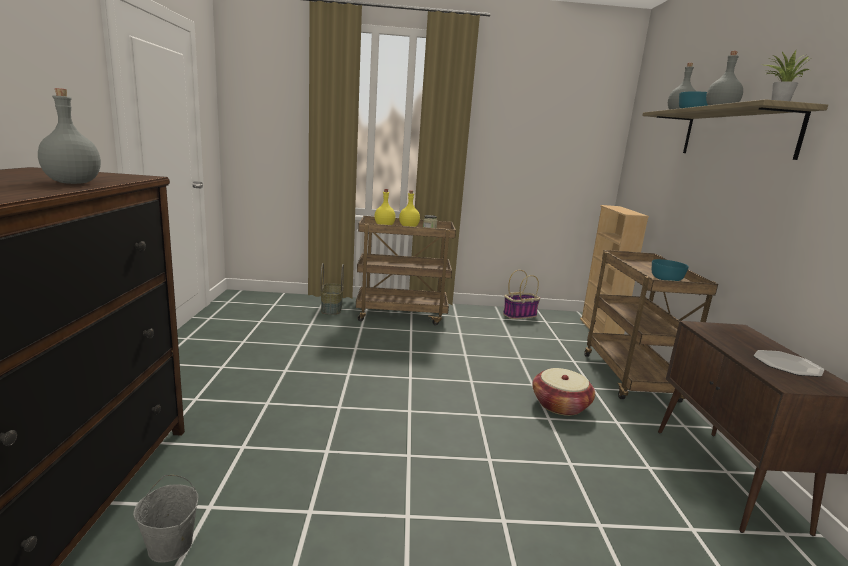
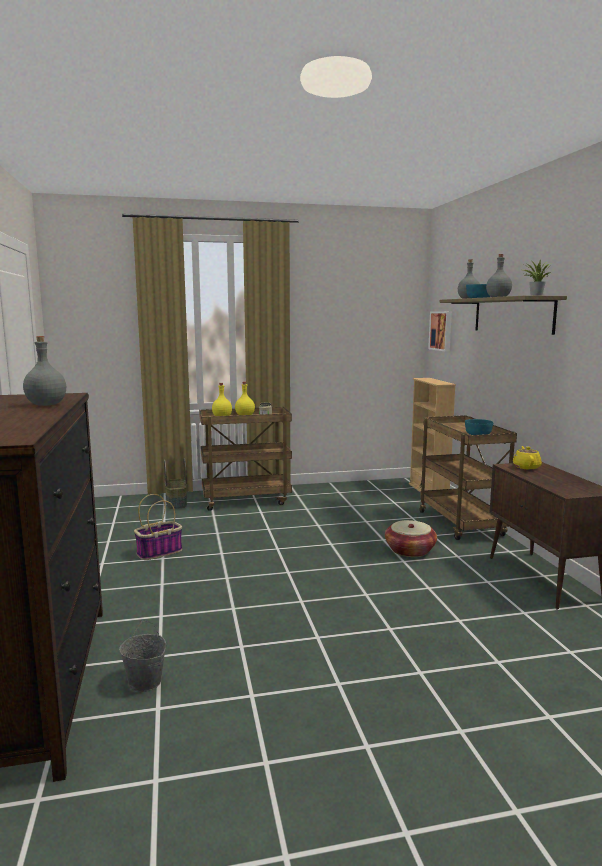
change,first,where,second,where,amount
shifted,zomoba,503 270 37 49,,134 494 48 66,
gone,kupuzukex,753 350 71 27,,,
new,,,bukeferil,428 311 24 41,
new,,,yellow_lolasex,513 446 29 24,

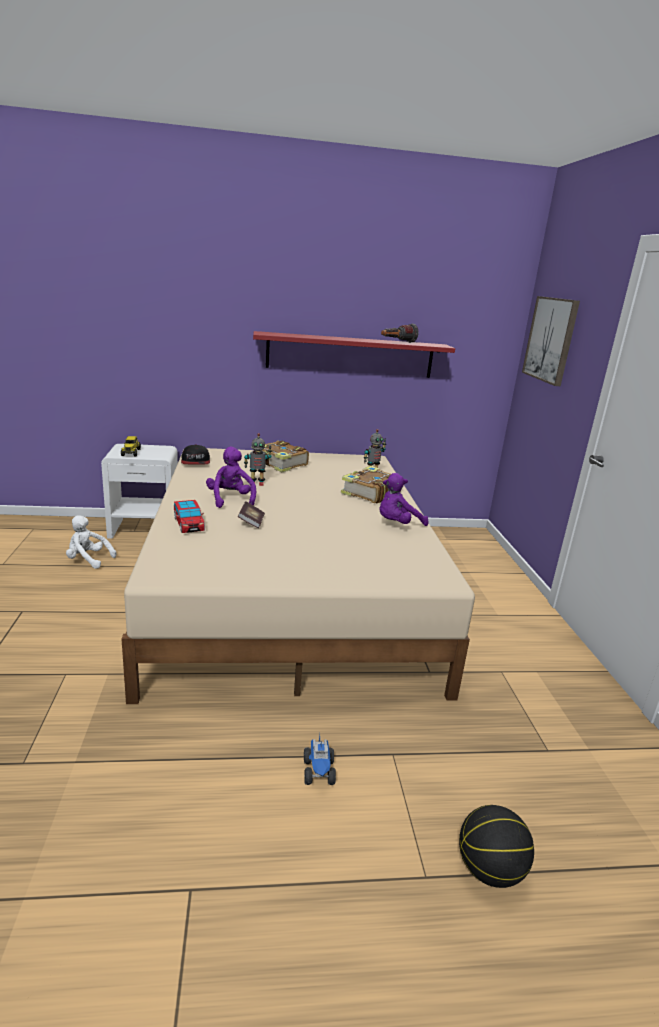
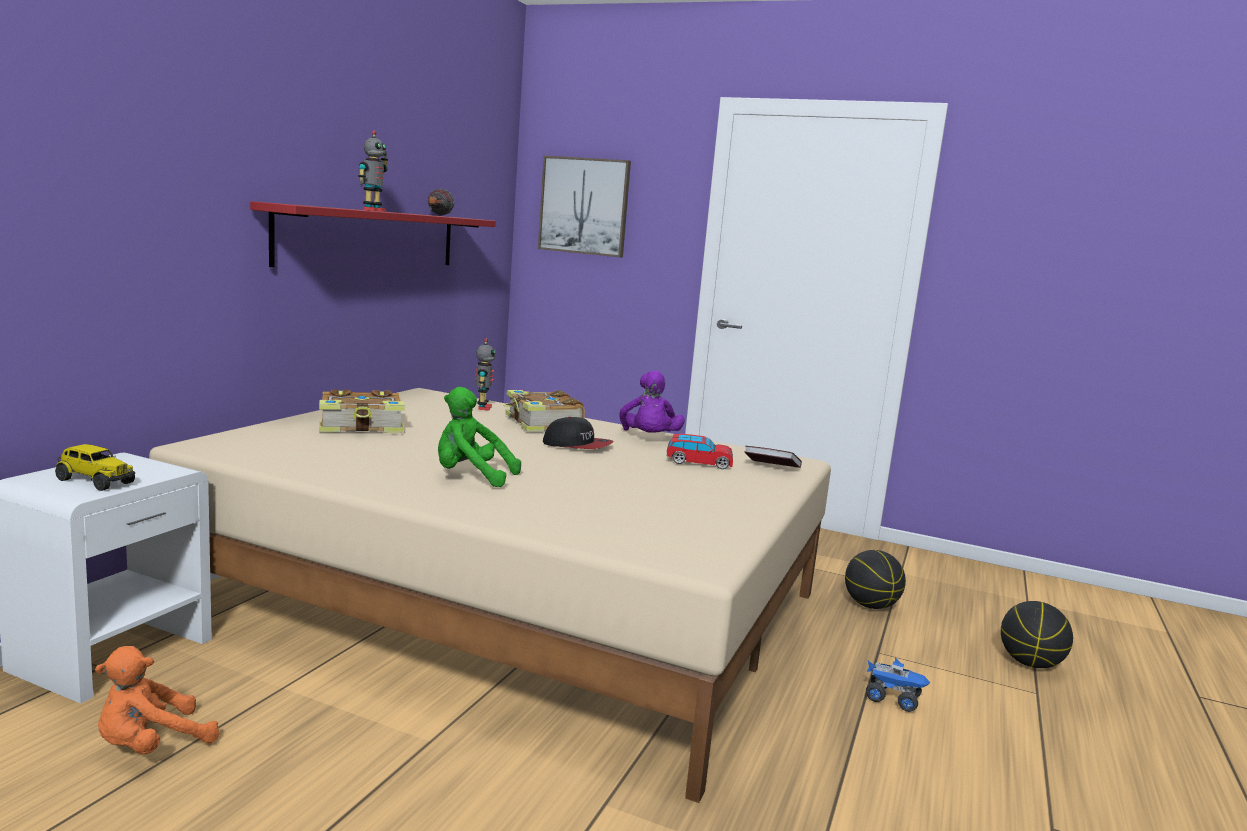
change,first,where,second,where,amount
repainted,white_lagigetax,66 516 50 53,orange_lagigetax,95 646 124 108,
shifted,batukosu,174 500 31 33,,666 434 67 35,
shifted,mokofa,181 444 29 21,,543 417 70 32,
repainted,purple_lagigetax,206 447 50 61,green_lagigetax,438 387 83 100,
shifted,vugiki,238 501 27 27,,744 446 58 22,
shifted,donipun,244 433 28 53,,358 130 30 82,
new,,,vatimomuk,845 550 61 59,

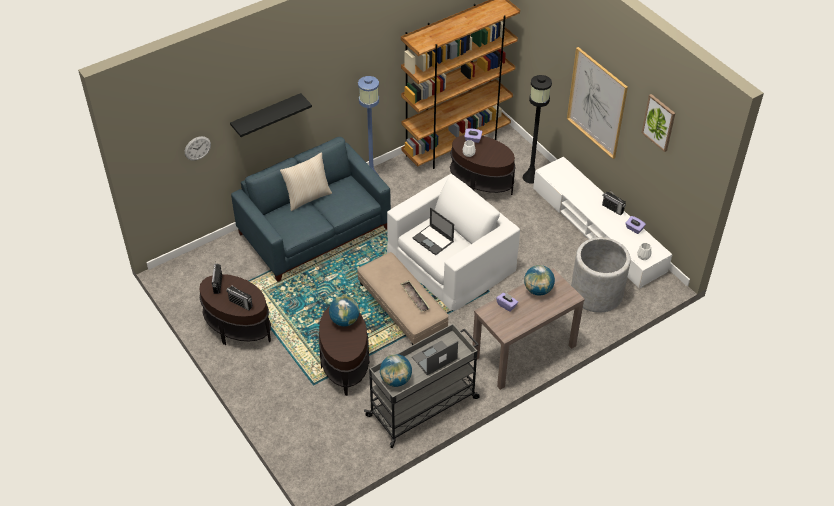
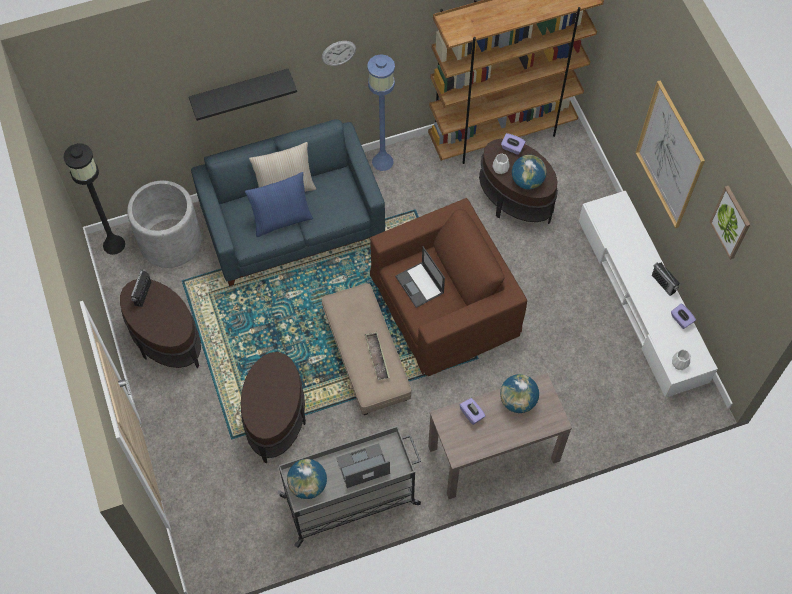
change,first,where,second,where,amount
shifted,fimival,185 136 26 25,,322 41 34 25,
gone,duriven,226 284 27 26,,,
shifted,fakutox,329 296 30 31,,512 155 34 34,
repainted,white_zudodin,387 174 133 137,brown_zudodin,370 198 157 178,
shifted,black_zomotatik,523 75 29 109,,63 143 62 112,
shifted,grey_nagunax,571 237 60 76,,127 181 75 87,
new,,,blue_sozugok,245 172 68 65,

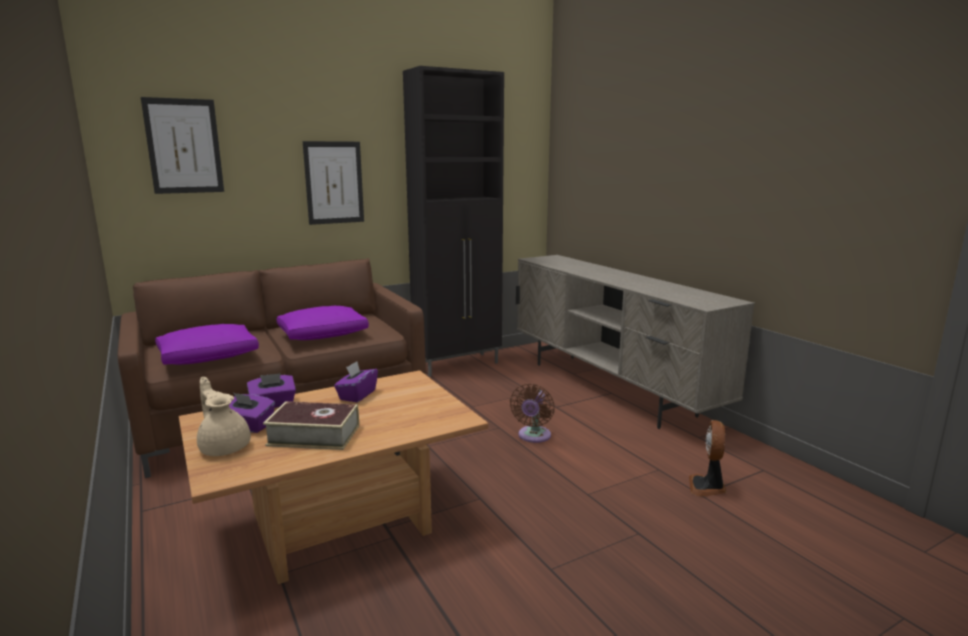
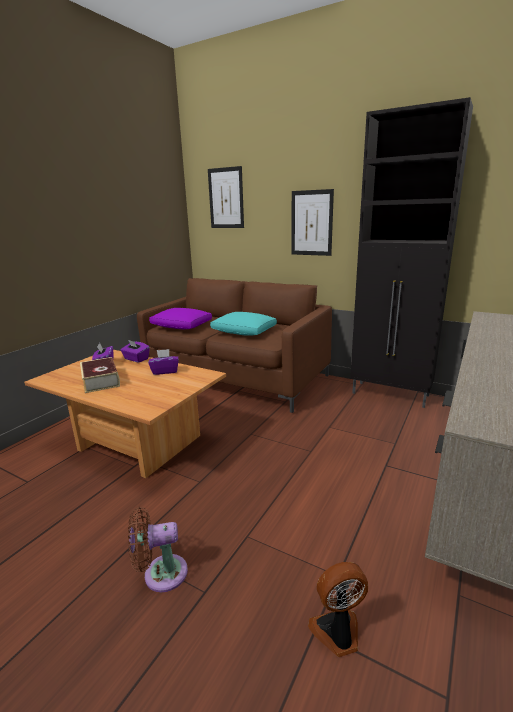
change,first,where,second,where,amount
gone,beige_lolasex,197 377 54 79,,,
repainted,purple_sozugok,276 306 93 34,turquoise_sozugok,210 312 67 24,
shifted,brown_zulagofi,510 384 45 59,,128 507 60 85,

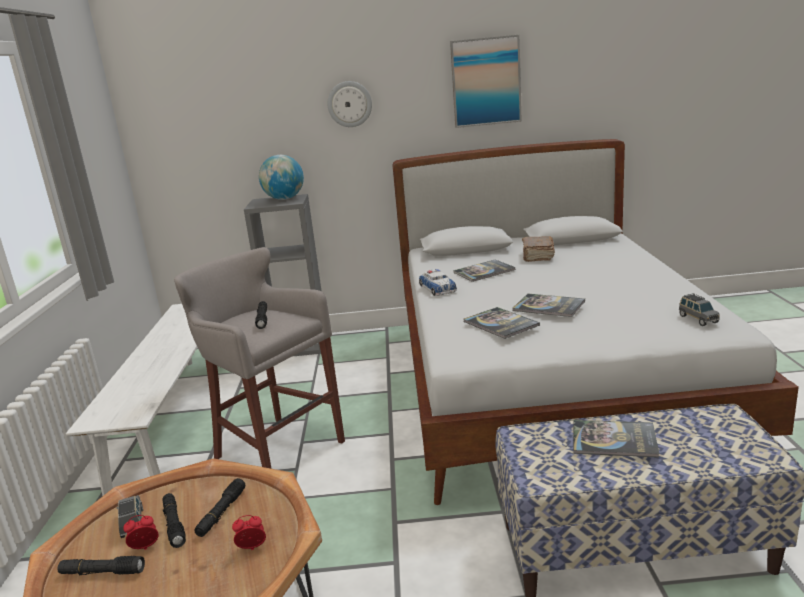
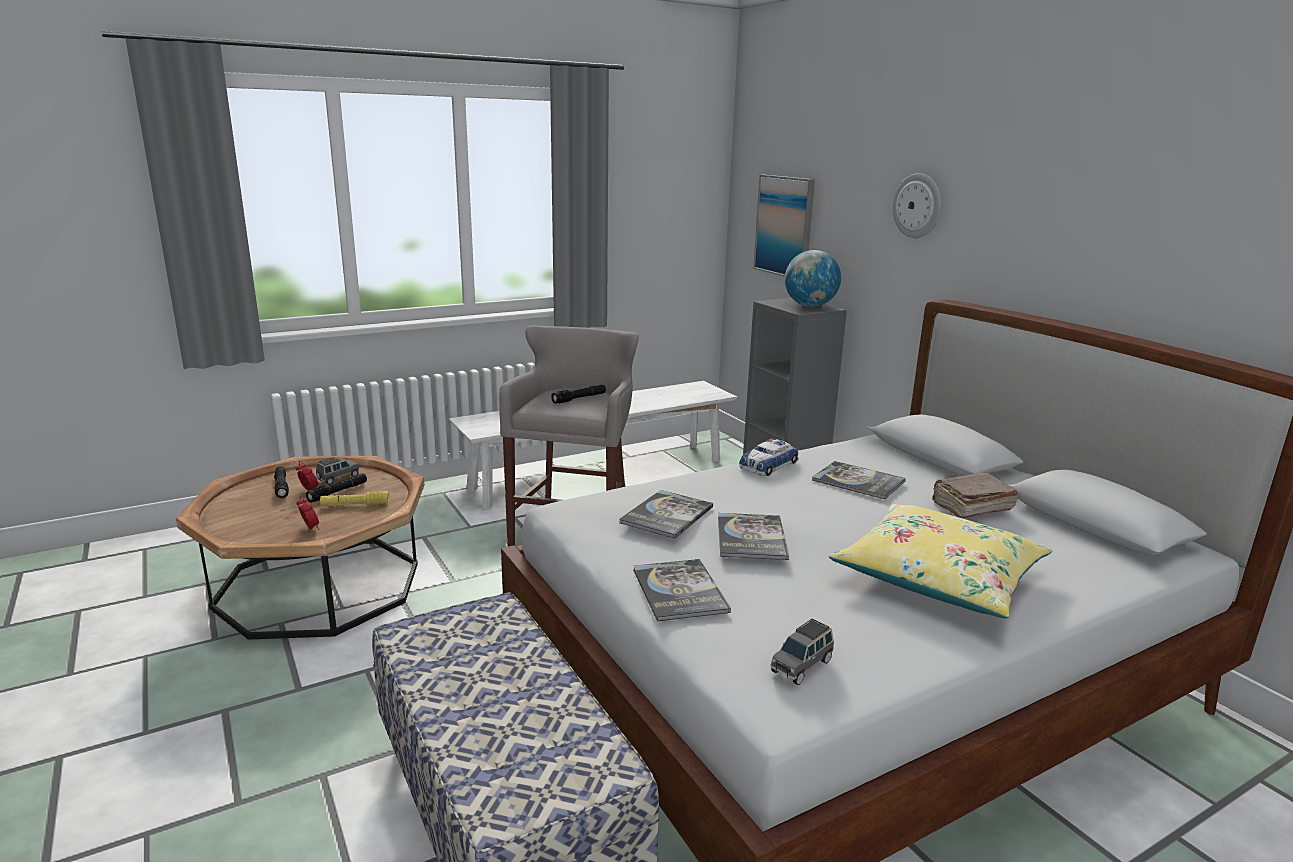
change,first,where,second,where,amount
repainted,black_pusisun,194 478 51 59,yellow_pusisun,320 491 69 15,
shifted,bukeferil,450 35 72 93,,753 175 62 102,
shifted,vugiki,573 420 86 38,,633 559 98 63,
new,,,yellow_sozugok,829 504 223 114,

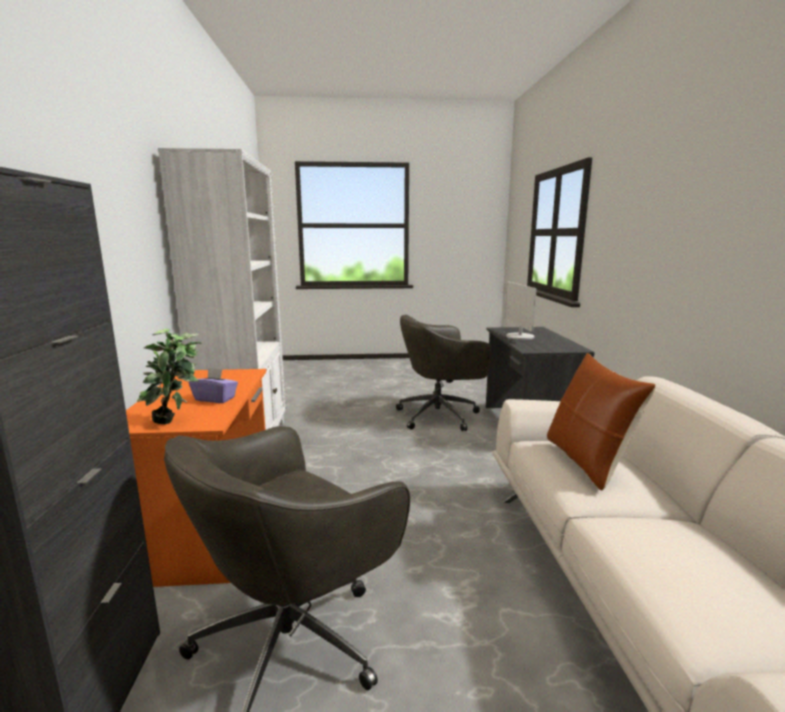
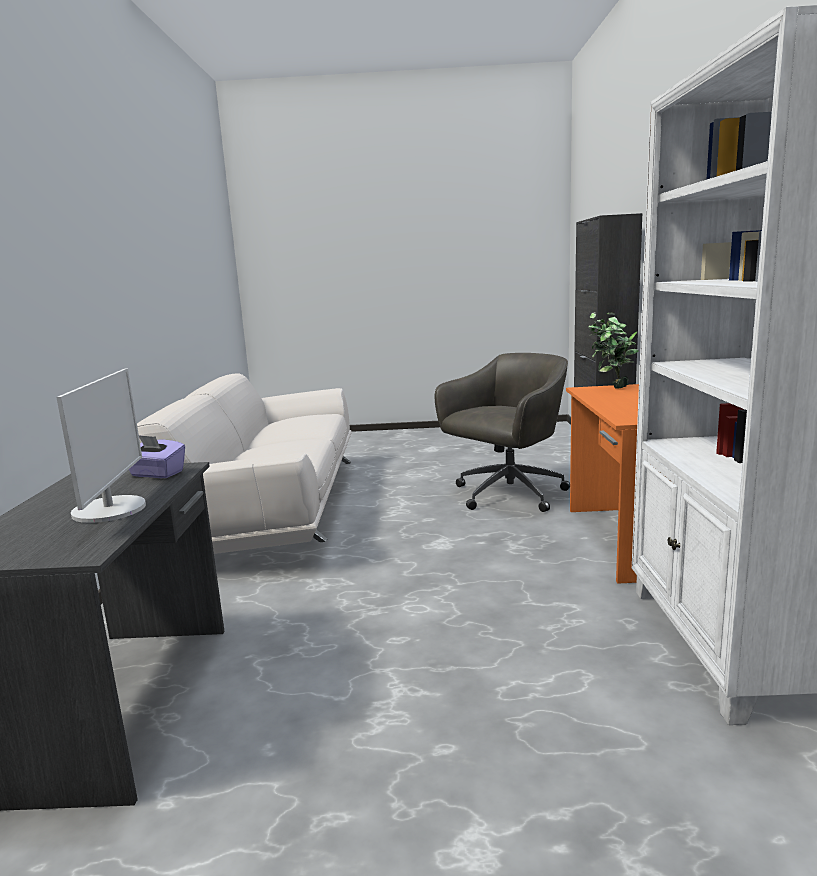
change,first,where,second,where,amount
shifted,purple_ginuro,189 367 49 36,,129 435 56 43,
gone,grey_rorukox,396 315 96 116,,,
gone,brown_sozugok,547 353 108 137,,,

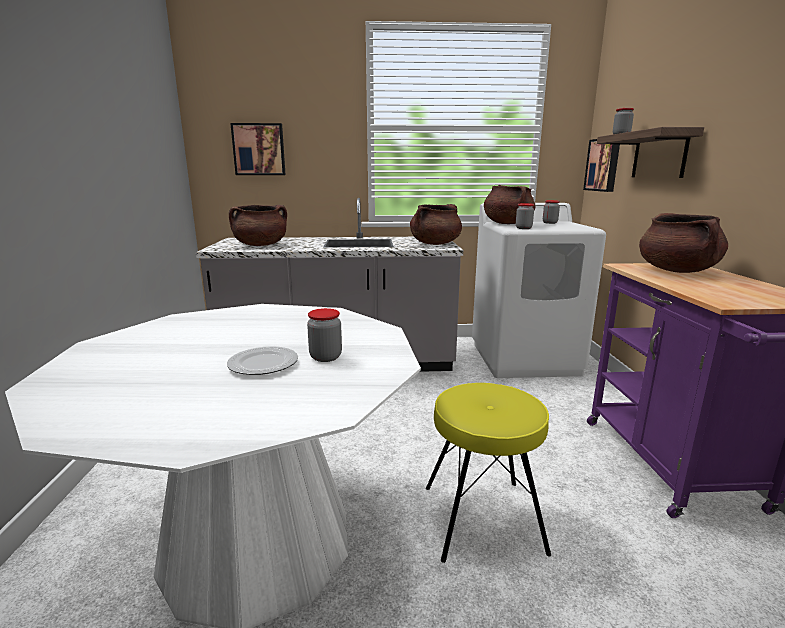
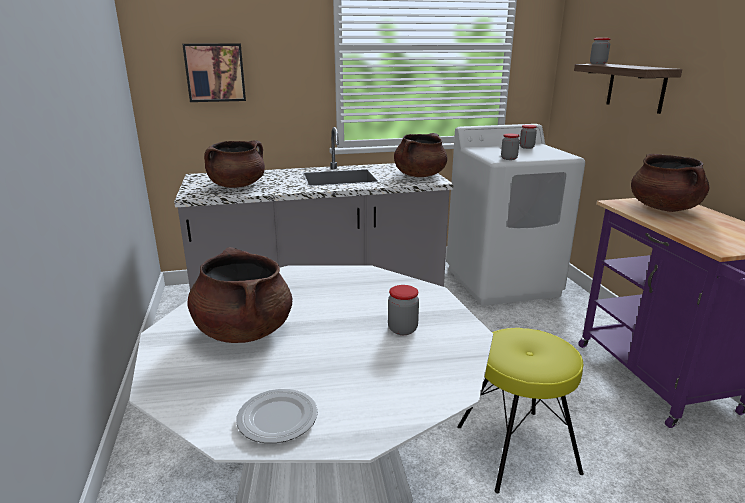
change,first,where,second,where,amount
shifted,kupuzukex,227 346 71 29,,236 389 82 54,
shifted,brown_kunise,484 185 52 39,,187 247 105 96,
gone,bukeferil,583 139 37 53,,,

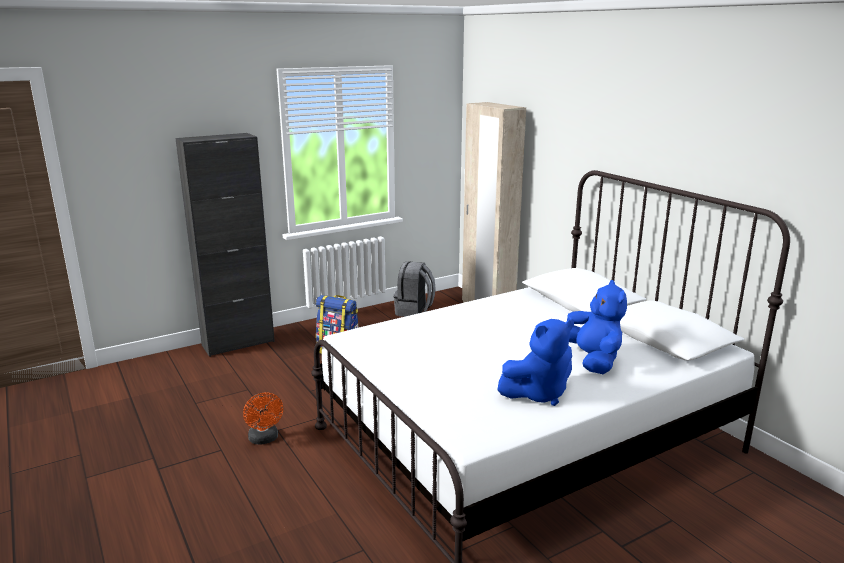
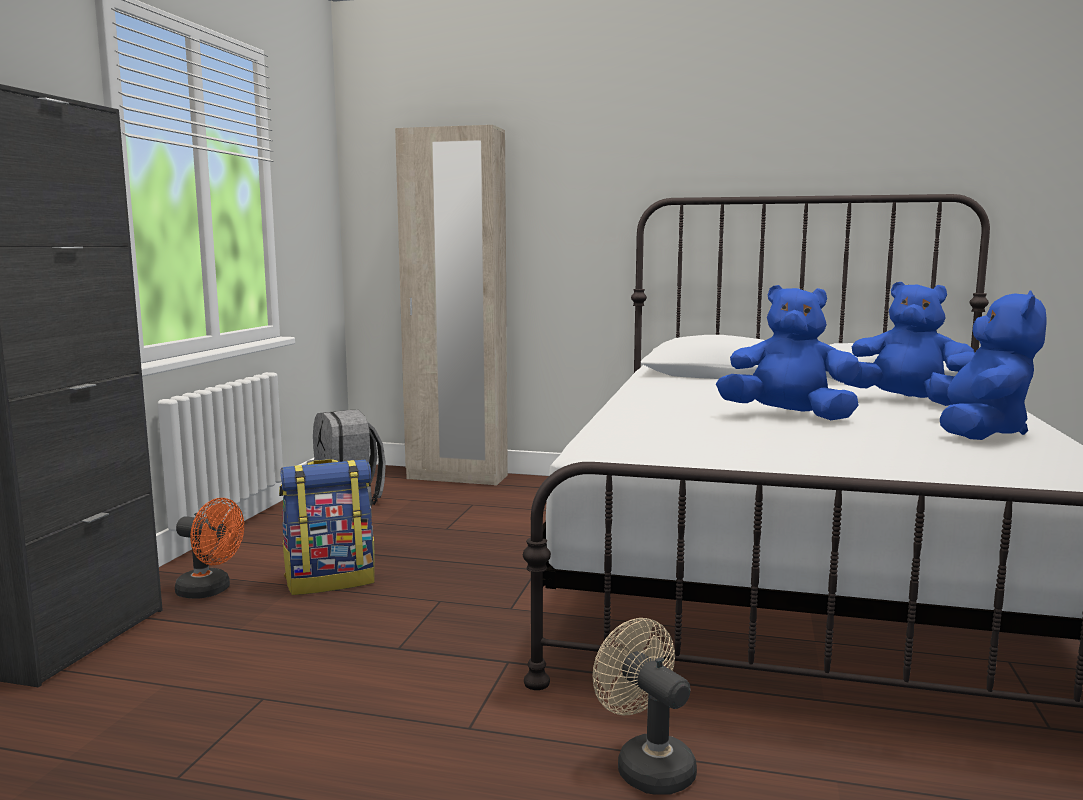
change,first,where,second,where,amount
shifted,orange_zulagofi,243 392 40 53,,175 498 69 101,
new,,,beige_zulagofi,592 618 105 177,
new,,,blue_lagigetax,716 285 144 135,

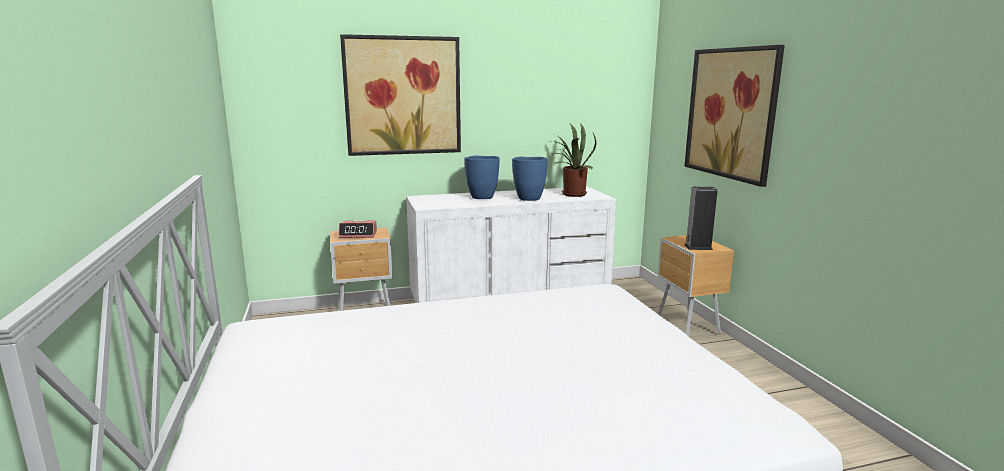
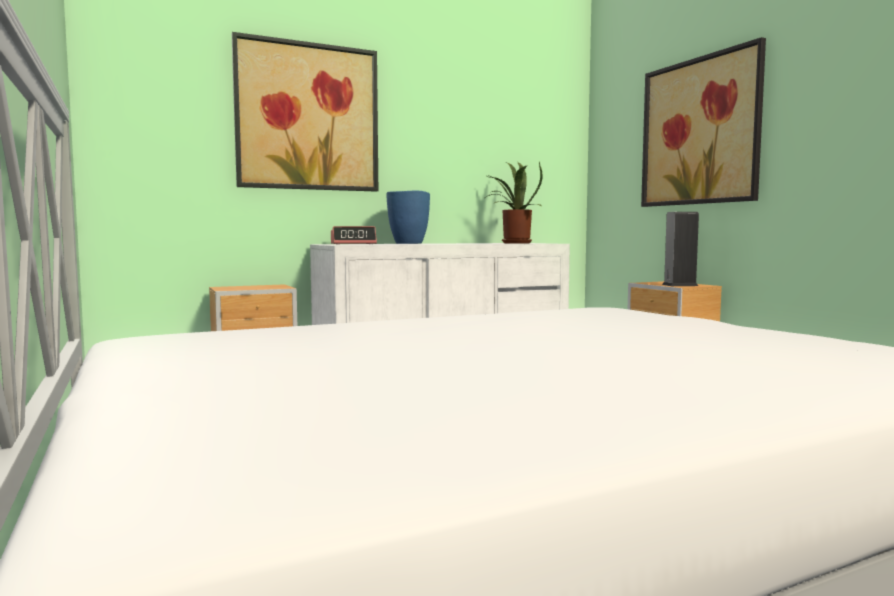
change,first,where,second,where,amount
shifted,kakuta,338 220 39 18,,331 226 46 18,
gone,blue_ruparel,512 157 36 44,,,

